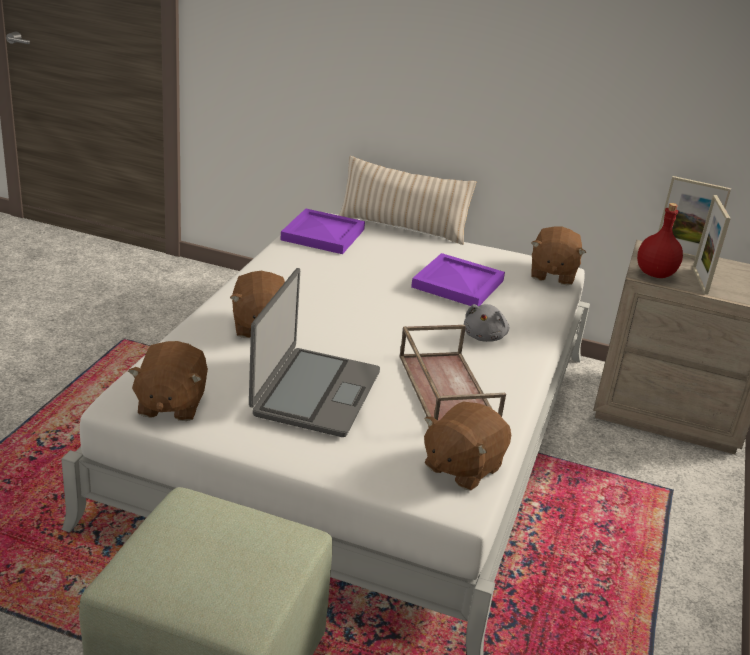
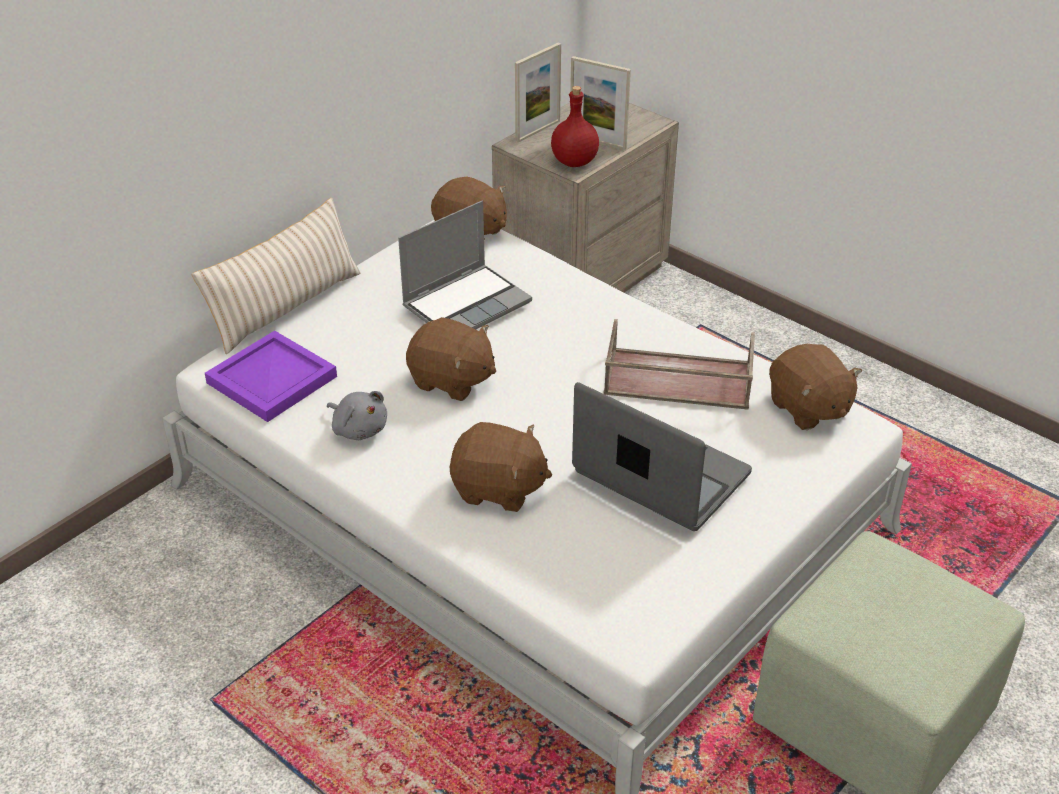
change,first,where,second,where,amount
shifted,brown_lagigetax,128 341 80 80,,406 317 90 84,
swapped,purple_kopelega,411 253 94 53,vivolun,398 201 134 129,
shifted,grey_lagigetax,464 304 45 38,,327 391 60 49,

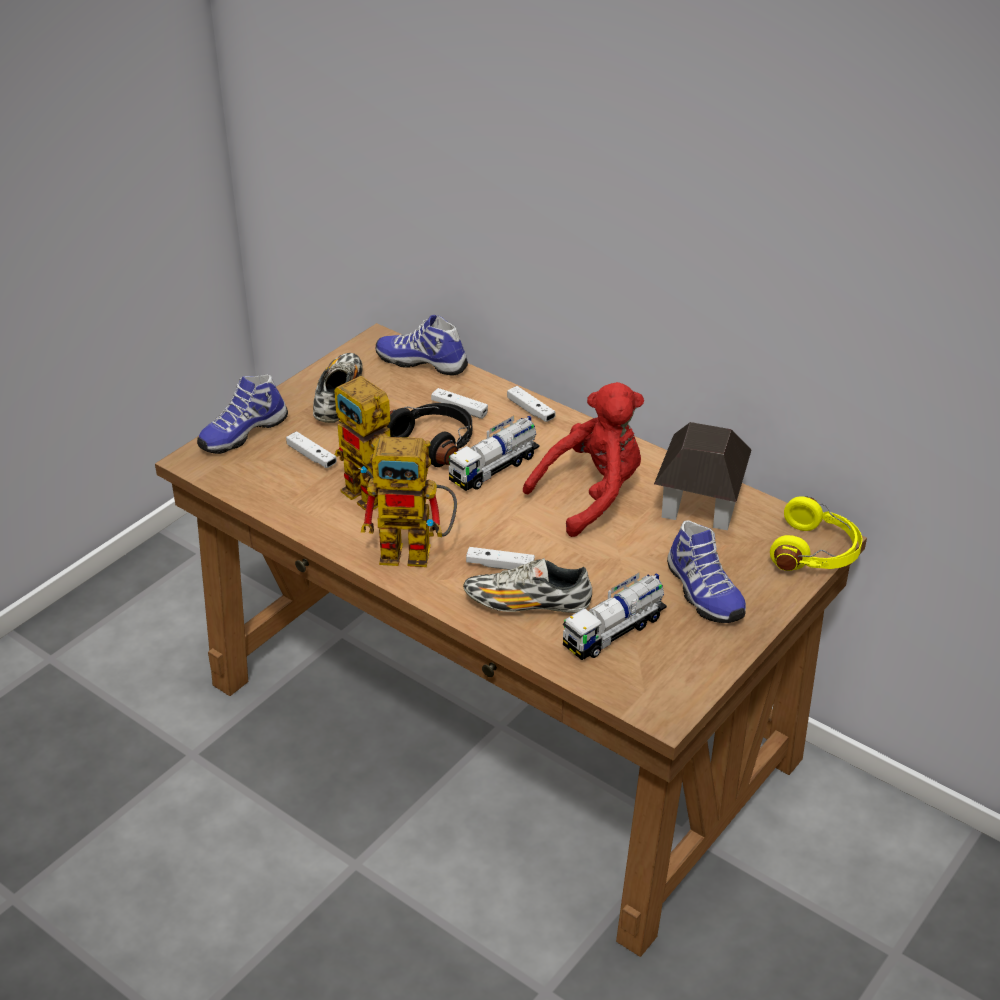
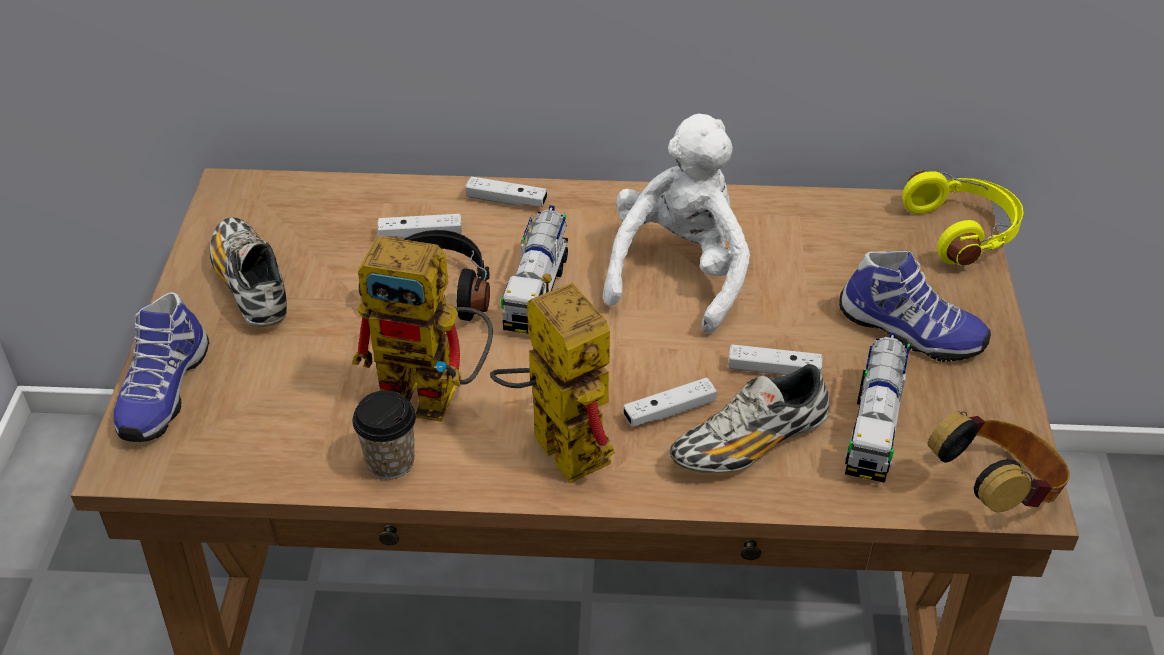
change,first,where,second,where,amount
shifted,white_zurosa,286 431 51 37,,729 344 94 31,
rotated,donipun,361 437 96 130,,490 273 125 211,90 degrees counterclockwise
gone,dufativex,376 315 92 60,,,
repainted,red_lagigetax,523 382 121 155,white_lagigetax,603 114 147 220,
gone,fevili,654 422 97 108,,,
new,,,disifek,352 390 64 89,
new,,,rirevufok,928 411 142 102,

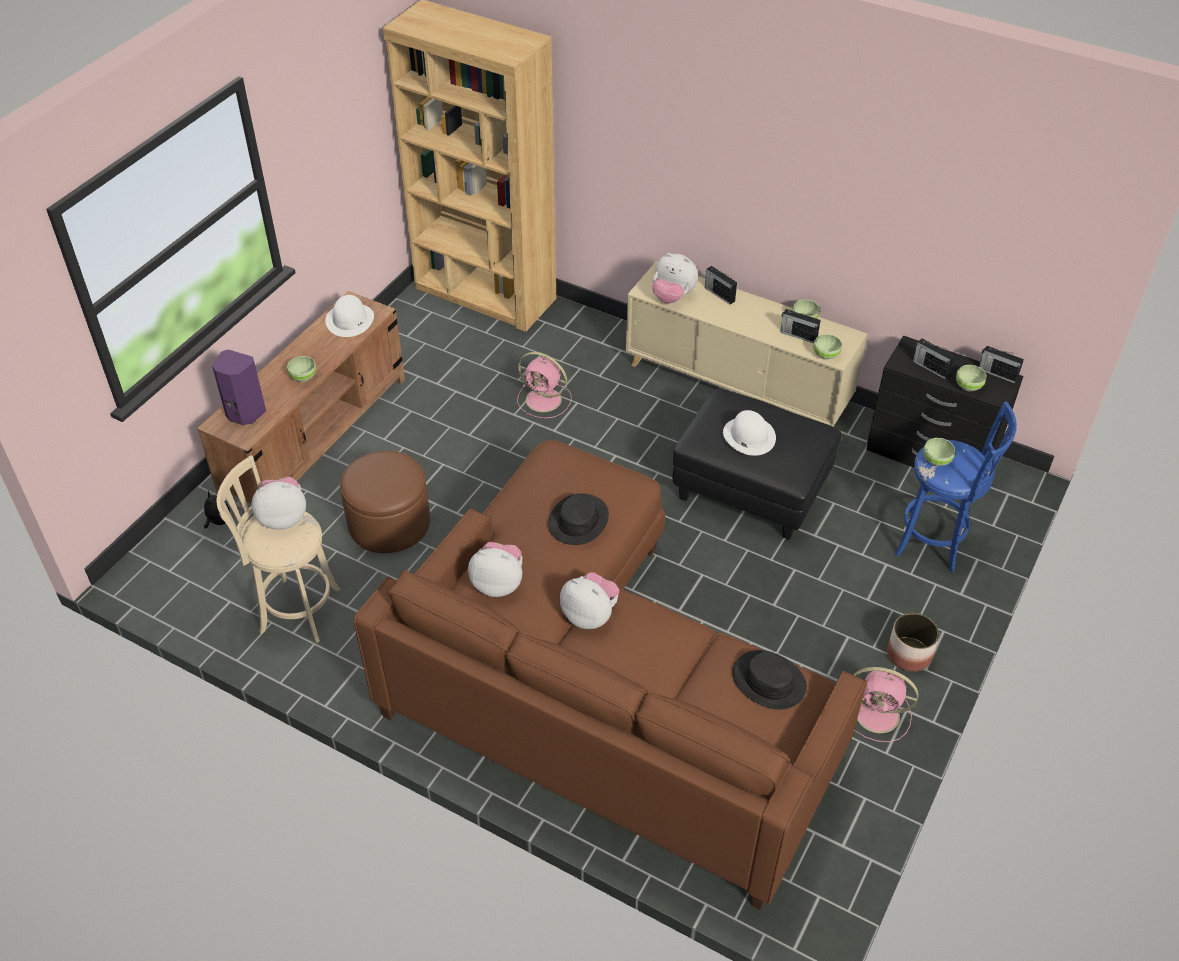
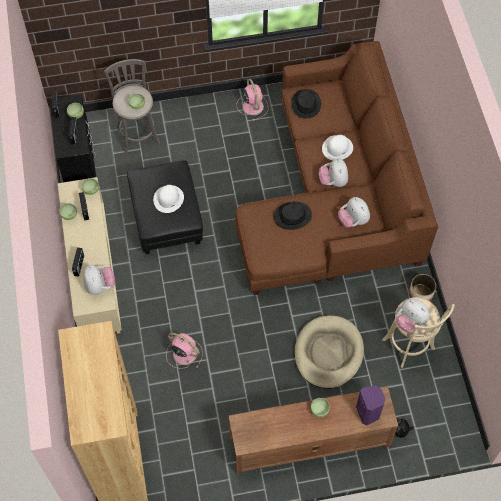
change,first,where,second,where,amount
shifted,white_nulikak,325 295 49 42,,322 135 31 25,
swapped,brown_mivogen,340 451 90 102,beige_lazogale,294 315 70 74,
rotated,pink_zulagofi,517 352 55 66,,166 333 37 35,45 degrees counterclockwise
shifted,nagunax,887 613 52 59,,409 274 27 28,
repainted,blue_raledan,895 401 122 172,grey_raledan,104 59 56 95,

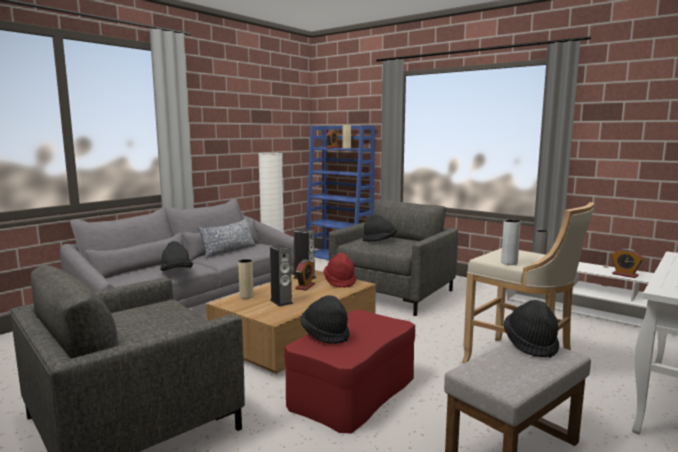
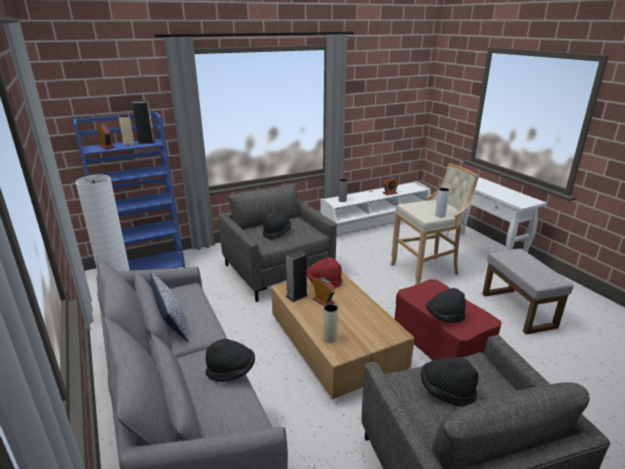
change,first,where,second,where,amount
shifted,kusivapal,270 244 23 63,,132 100 24 44,
shifted,black_nulikak,504 300 55 58,,421 357 57 50,

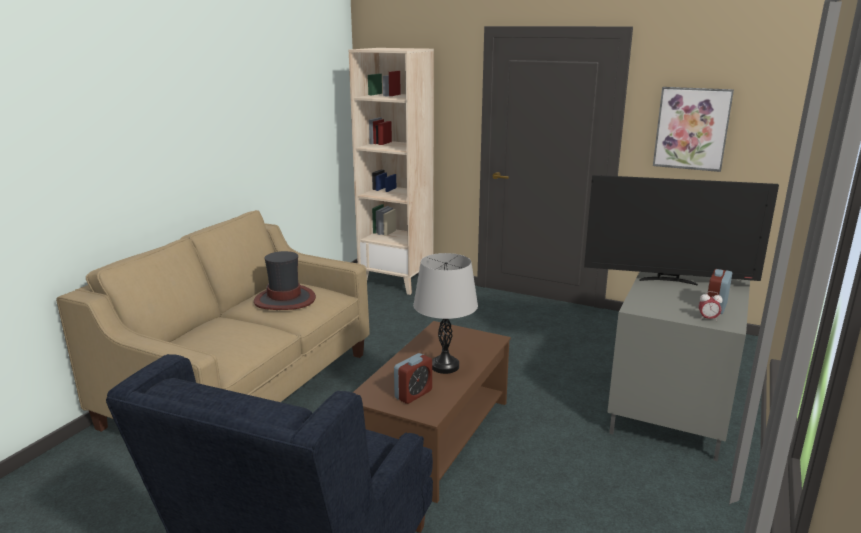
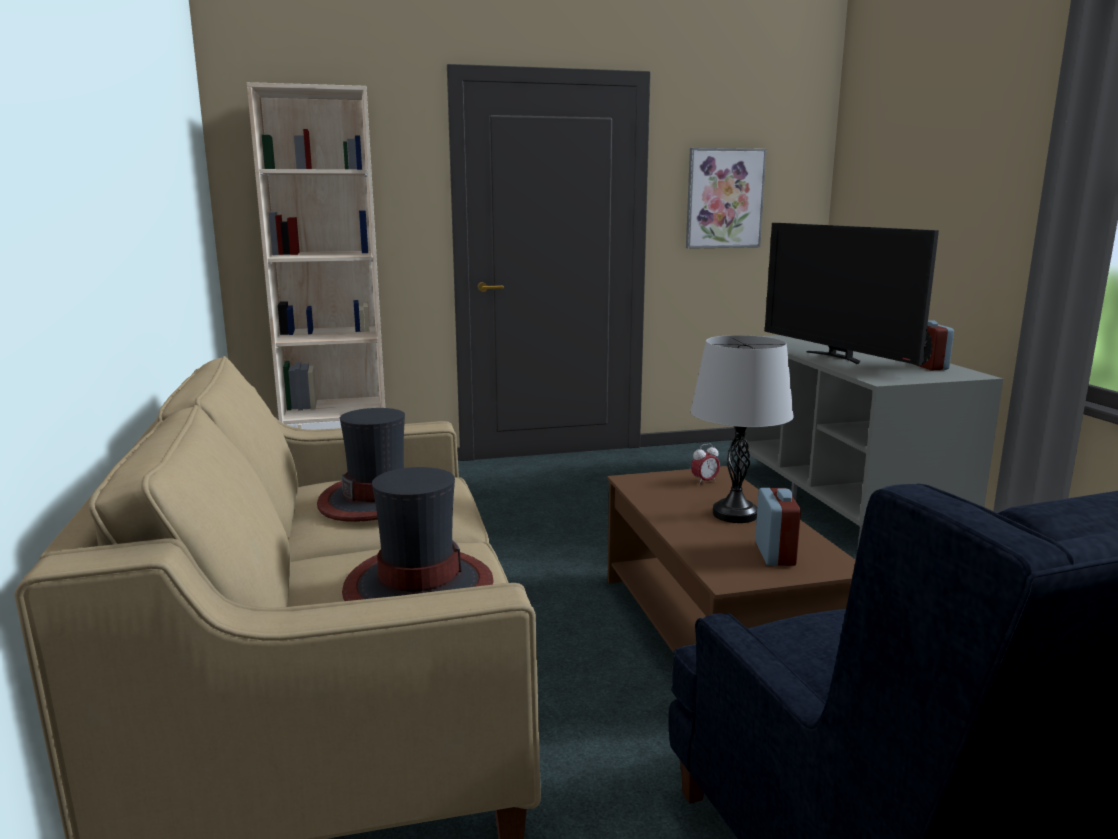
change,first,where,second,where,amount
rotated,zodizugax,584 175 195 111,,765 223 174 142,90 degrees clockwise
shifted,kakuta,699 291 24 30,,691 443 29 42,
new,,,nulikak,342 467 152 134,

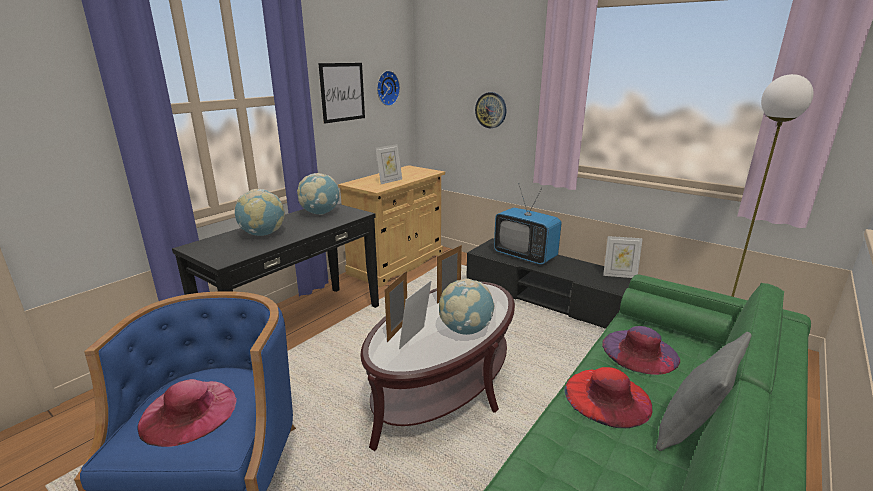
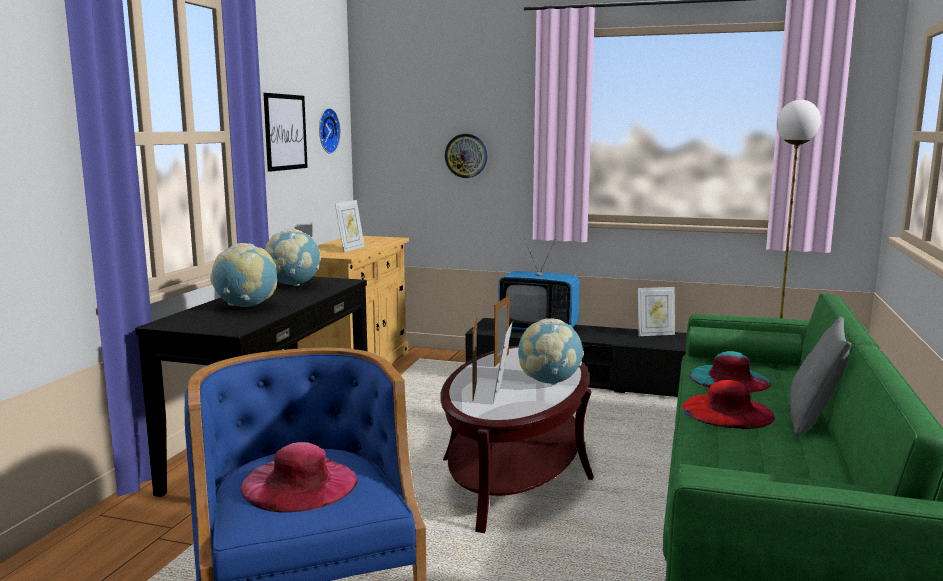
change,first,where,second,where,amount
repainted,purple_nulikak,602 326 78 49,turquoise_nulikak,689 351 82 42,

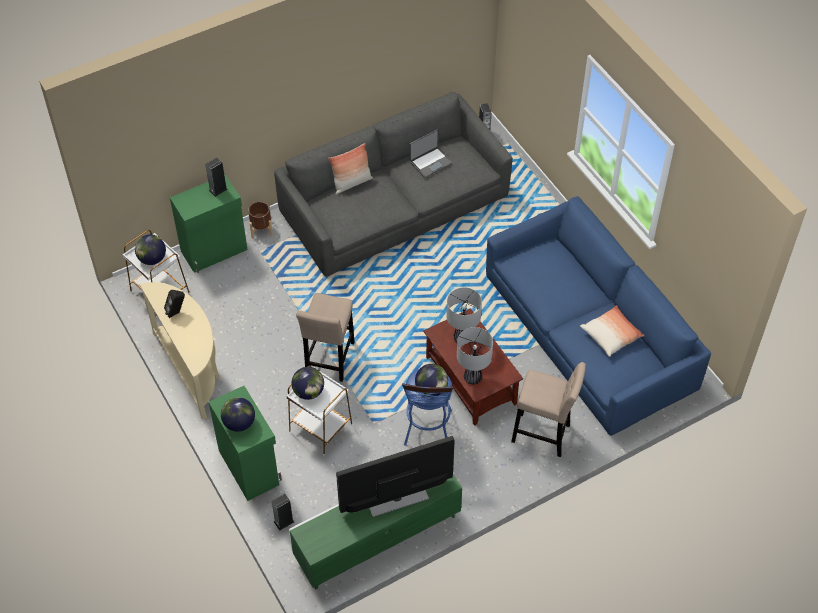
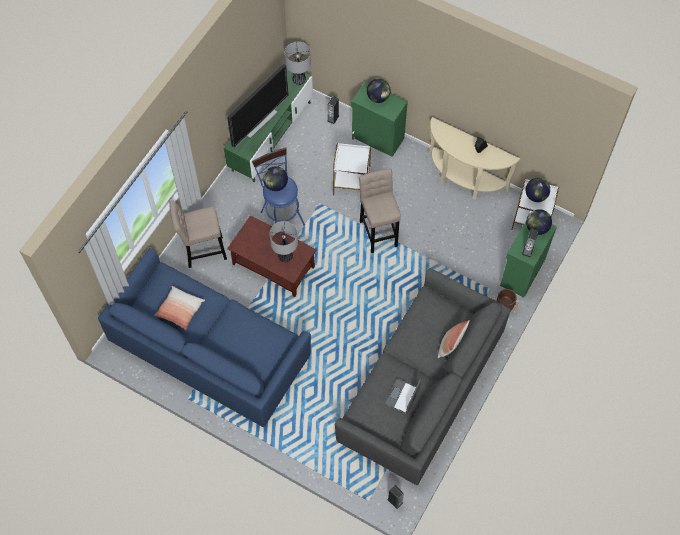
change,first,where,second,where,amount
shifted,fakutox,291 367 33 33,,526 209 26 26,
shifted,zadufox,457 327 36 57,,285 42 26 43,

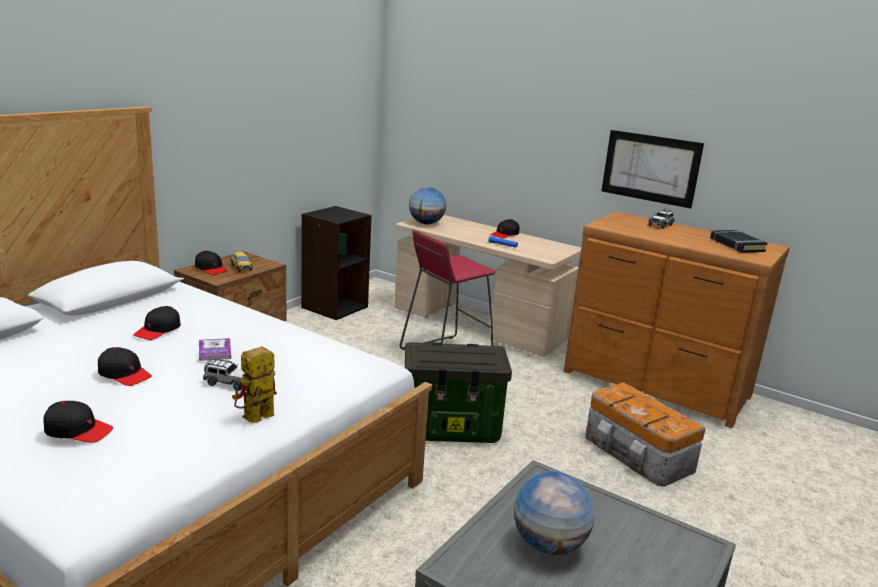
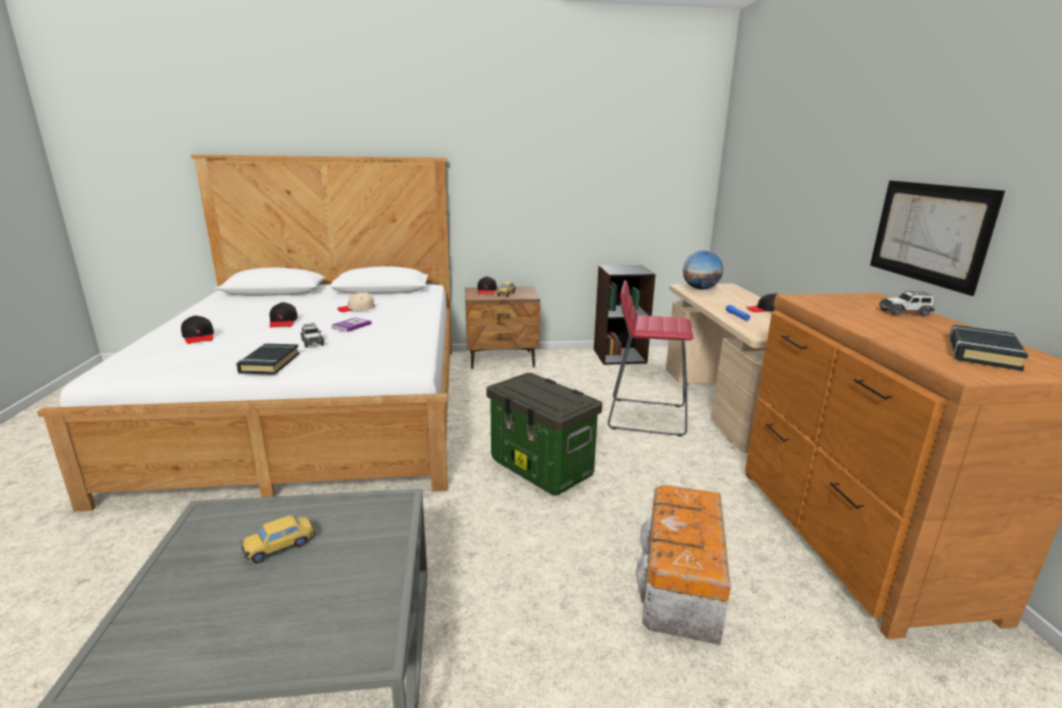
change,first,where,second,where,amount
repainted,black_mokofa,133 306 48 34,beige_mokofa,337 292 37 20,
swapped,donipun,232 346 45 77,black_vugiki,236 344 64 31,
swapped,fakutox,514 471 80 84,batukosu,241 515 74 48,

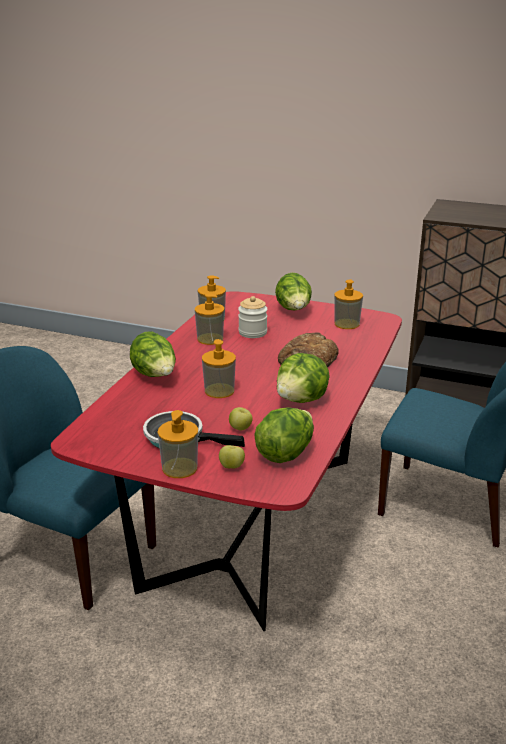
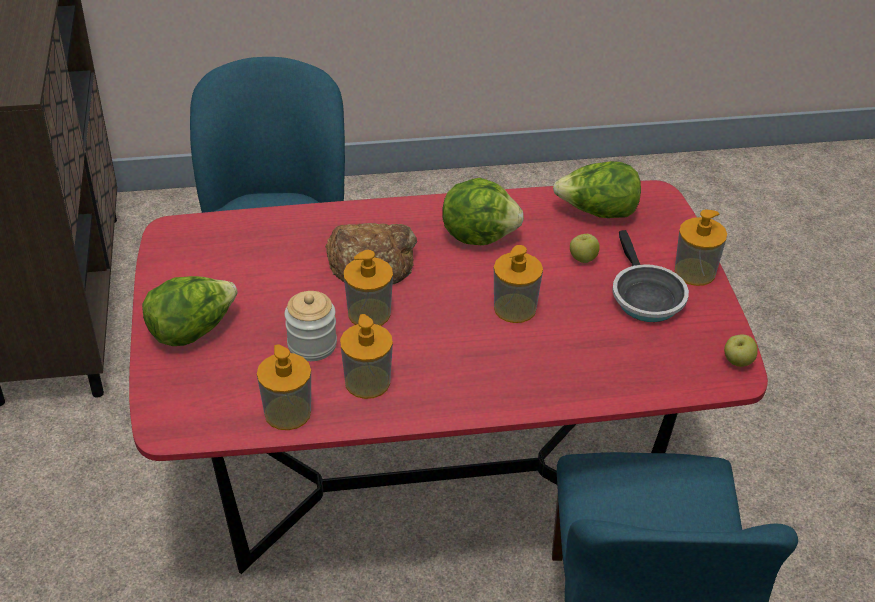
change,first,where,second,where,amount
gone,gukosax,130 331 46 46,,,
shifted,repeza,219 445 26 23,,724 335 34 32,
shifted,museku,334 279 29 50,,344 250 49 76,

